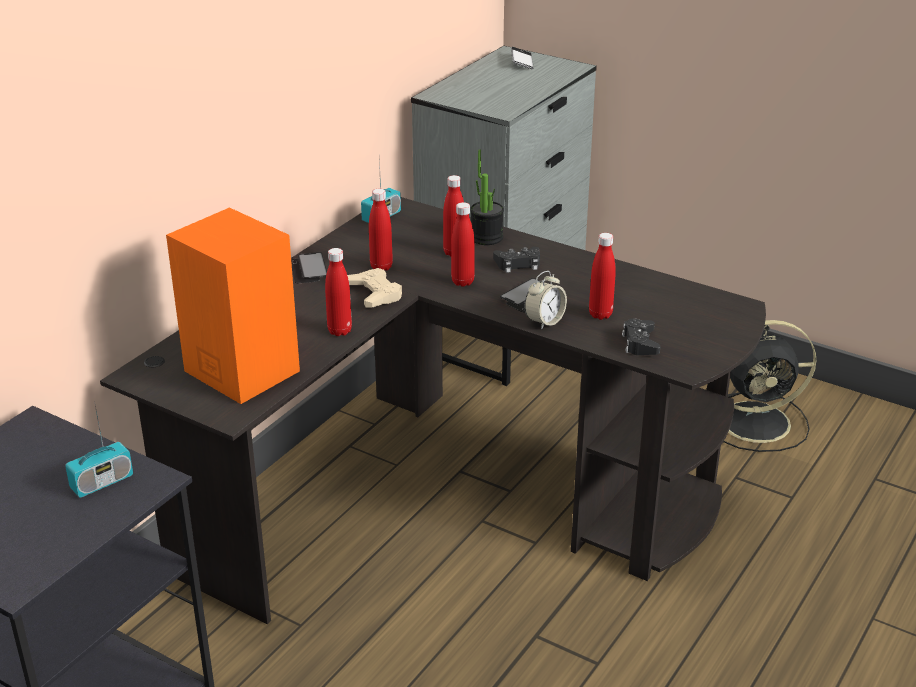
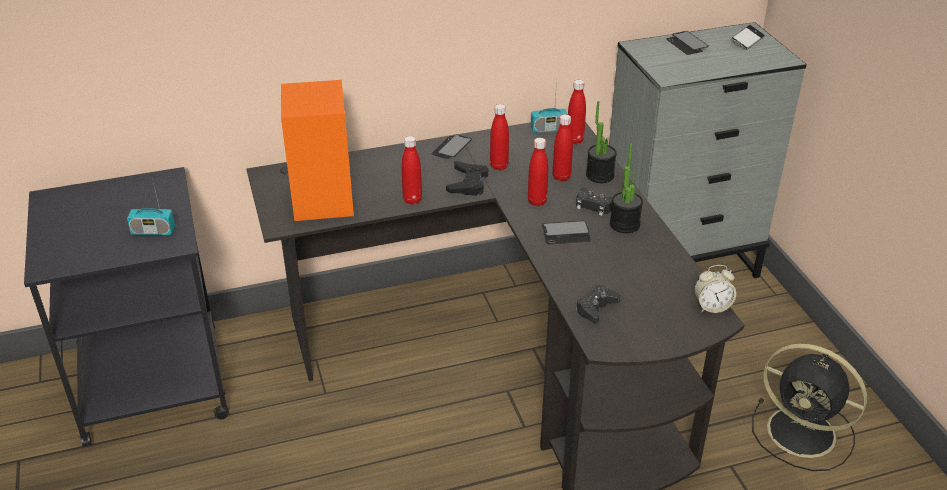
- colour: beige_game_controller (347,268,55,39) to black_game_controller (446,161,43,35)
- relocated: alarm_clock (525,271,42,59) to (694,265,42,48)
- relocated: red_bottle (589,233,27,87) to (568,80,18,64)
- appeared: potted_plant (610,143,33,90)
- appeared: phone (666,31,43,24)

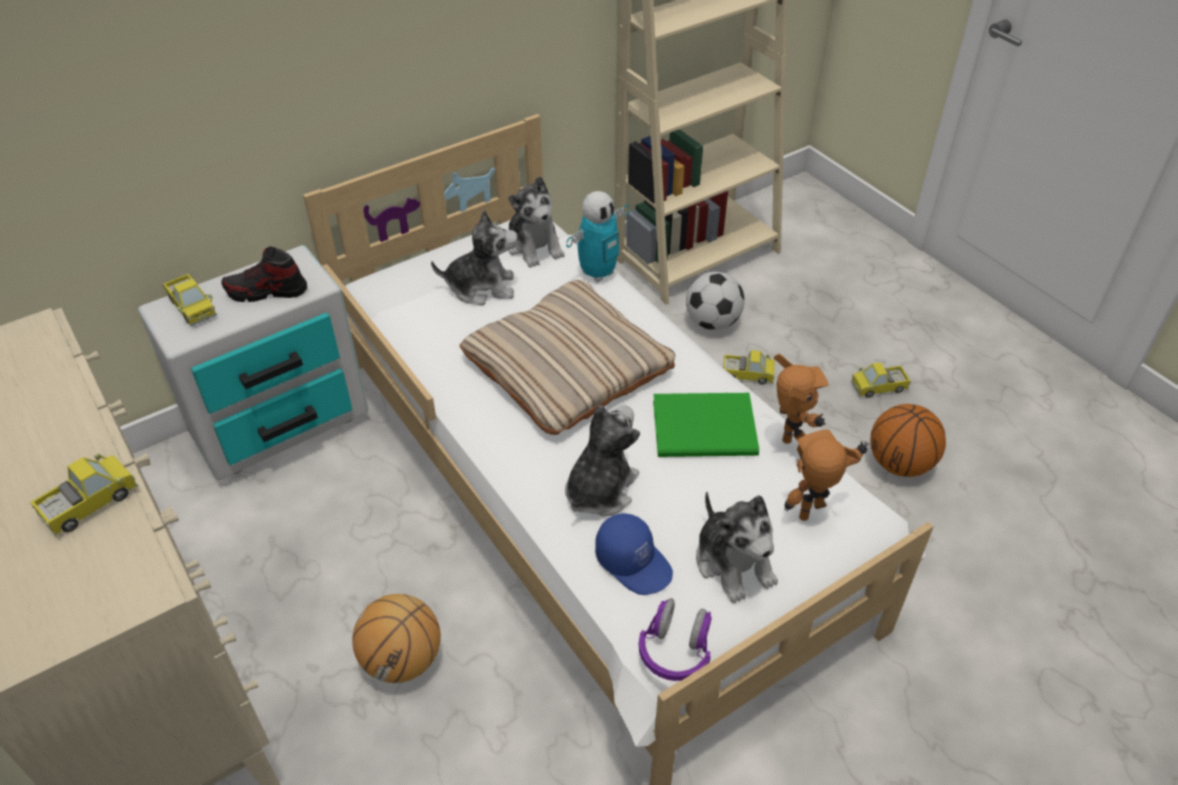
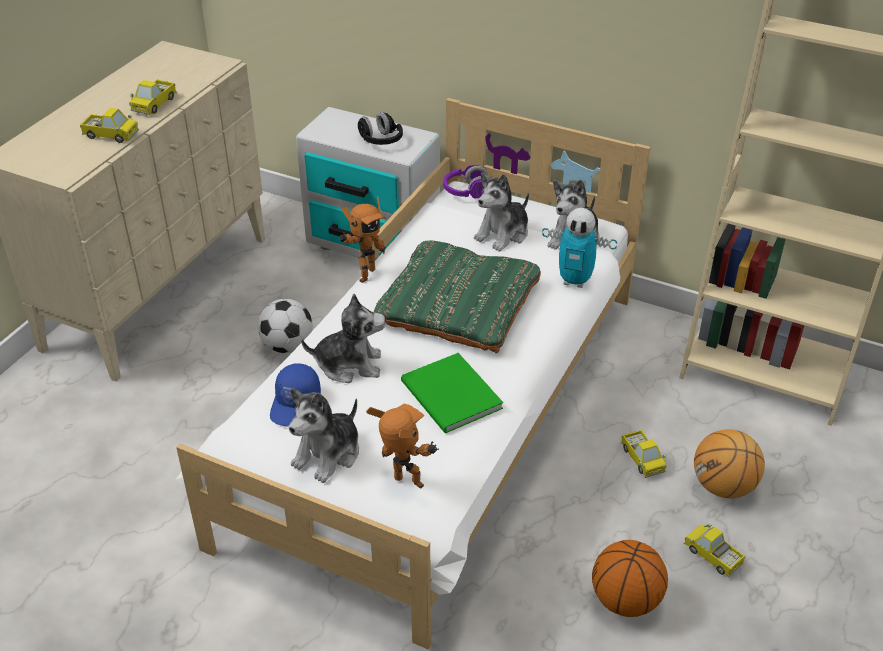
- relocated: toy_truck (163,274,54,52) to (129,80,48,35)
- exchanged: shoe (221,247,86,55) to black_headphones (358,112,45,33)
- relocated: basketball (352,594,89,89) to (694,429,71,70)
- spun: plush_toy (431,210,87,95) = (474,173,55,79) 75 degrees clockwise
- colour: beige_pillow (459,280,216,155) to green_pillow (374,240,167,113)
- relocated: purple_headphones (639,598,73,83) to (443,165,45,33)
- relocated: football (686,272,59,58) to (258,299,55,54)
- relocated: toy_robot (774,354,55,104) to (339,196,48,87)

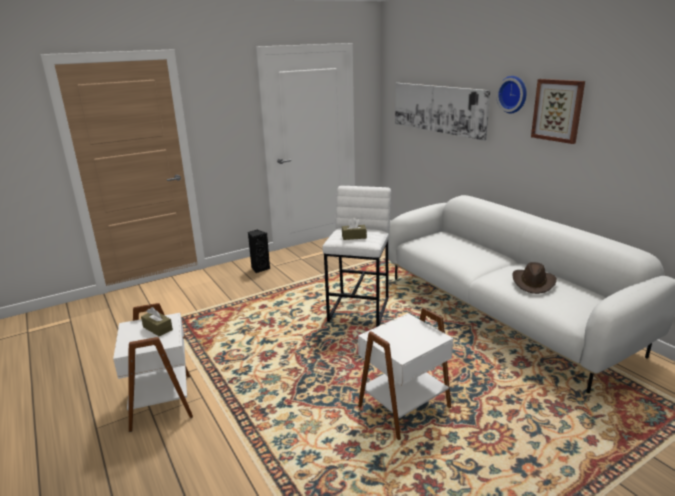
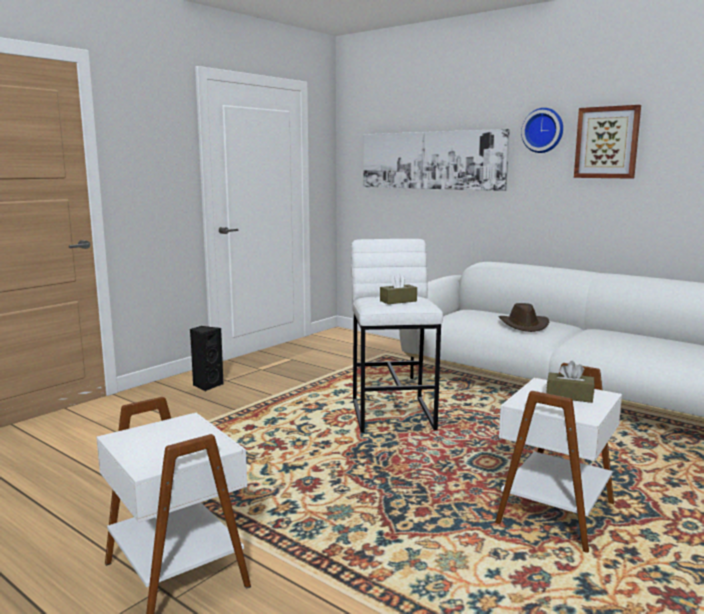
- relocated: brown_tissue_box (141,307,32,30) to (547,361,47,42)
- relocated: brown_hat (512,262,45,32) to (499,303,50,29)

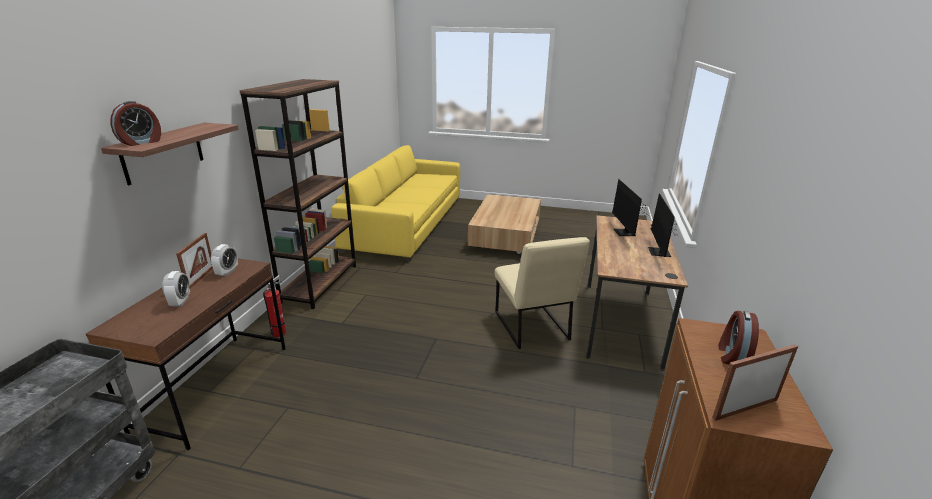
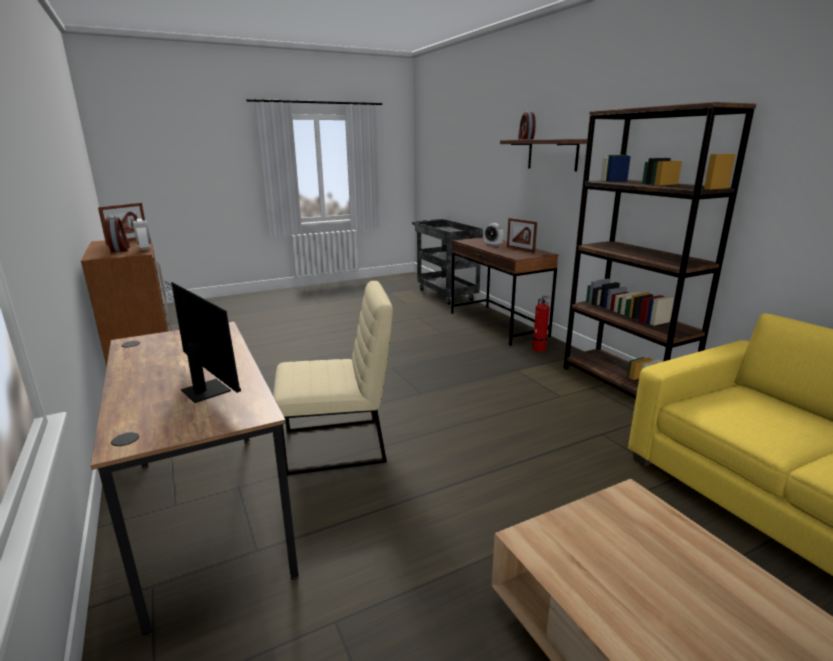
- relocated: alarm_clock (211,244,27,32) to (133,219,18,32)
- spun: beige_chair (494,237,96,112) = (273,281,120,194) 135 degrees clockwise
- missing: monitor (648,193,28,64)

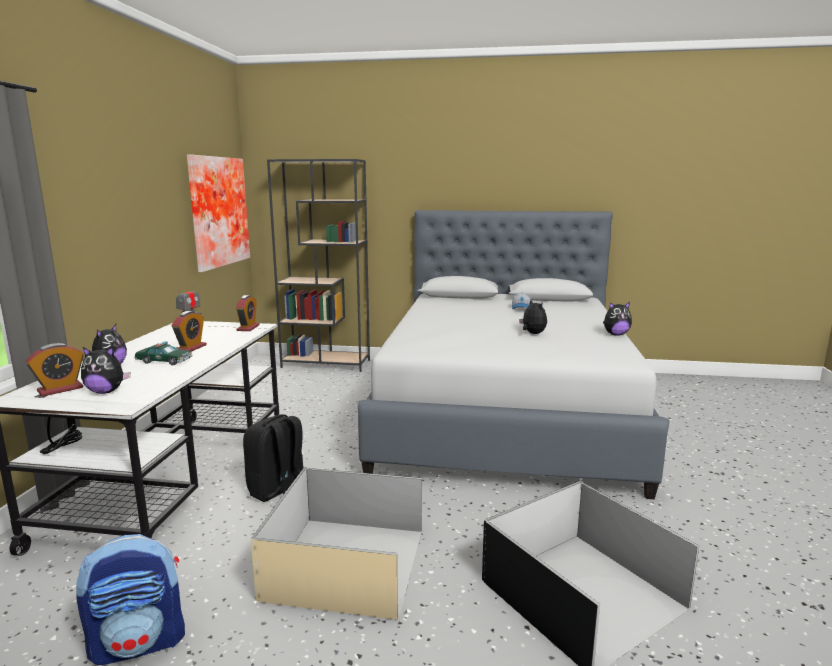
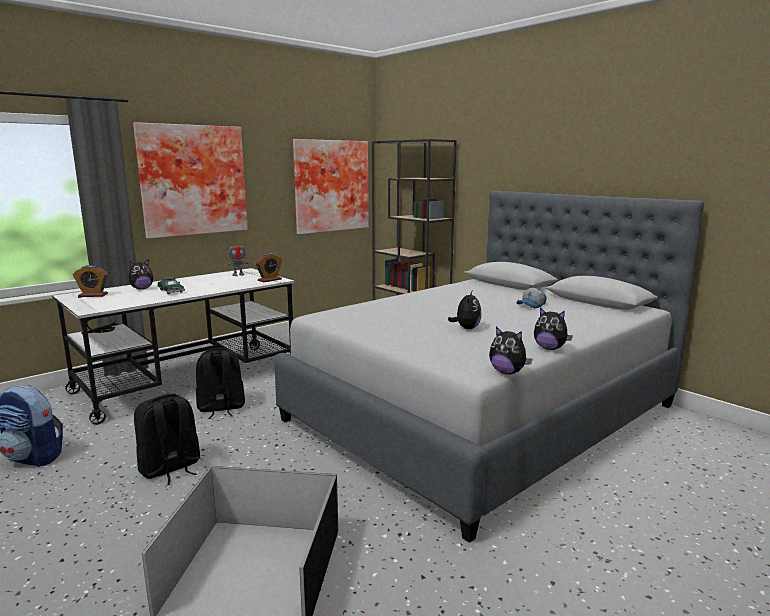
- relocated: plush_toy (81,347,49,47) to (489,326,44,49)
- missing: alarm_clock (172,311,35,41)
- exchanged: beige_storage_box (251,467,171,153) to black_backpack (134,394,67,91)
- appeared: picture (133,122,115,117)

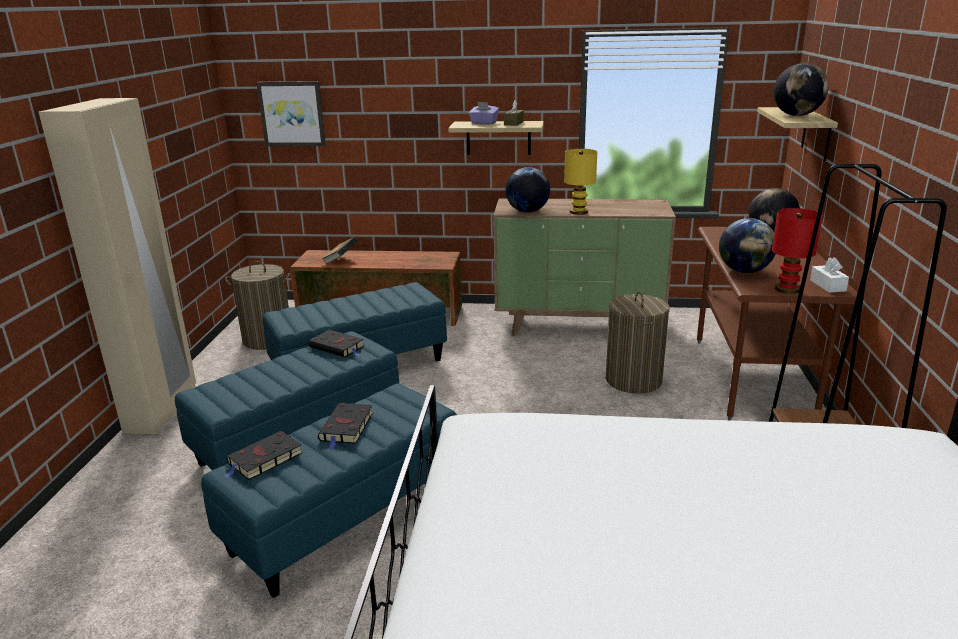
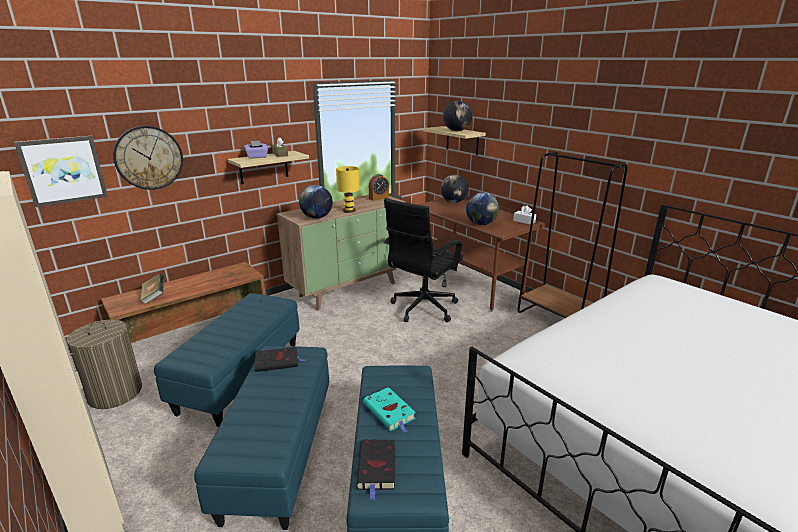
- colour: black_book (318,403,55,47) to turquoise_book (363,387,53,46)
- exchanged: laundry_basket (606,292,64,102) to black_office_chair (383,198,80,124)
- missing: red_table_lamp (772,208,51,86)
- appeared: wall_clock (113,126,70,64)
- appeared: alarm_clock (369,174,20,27)

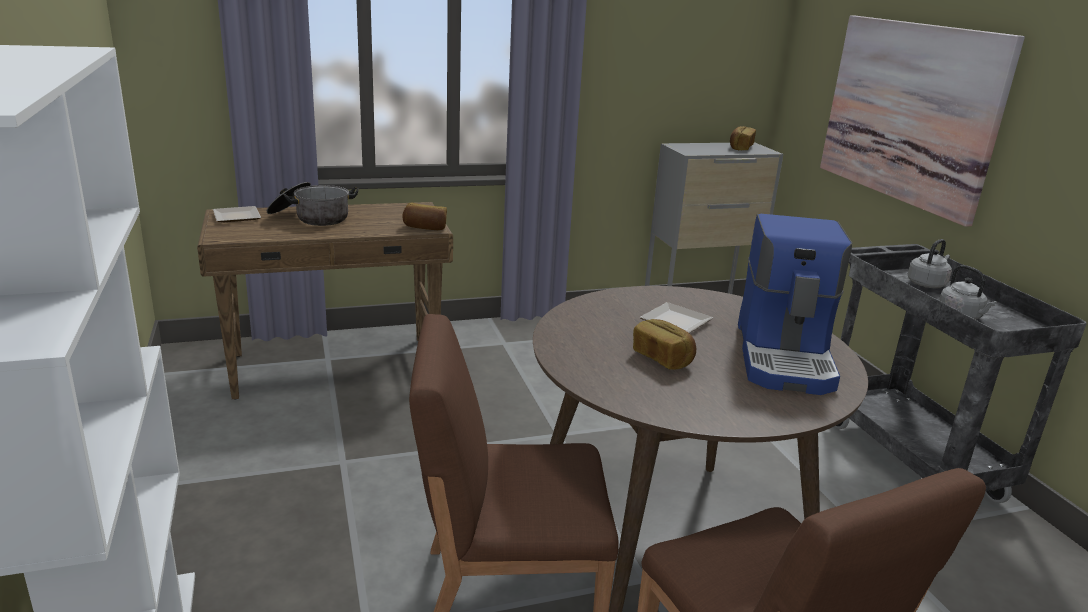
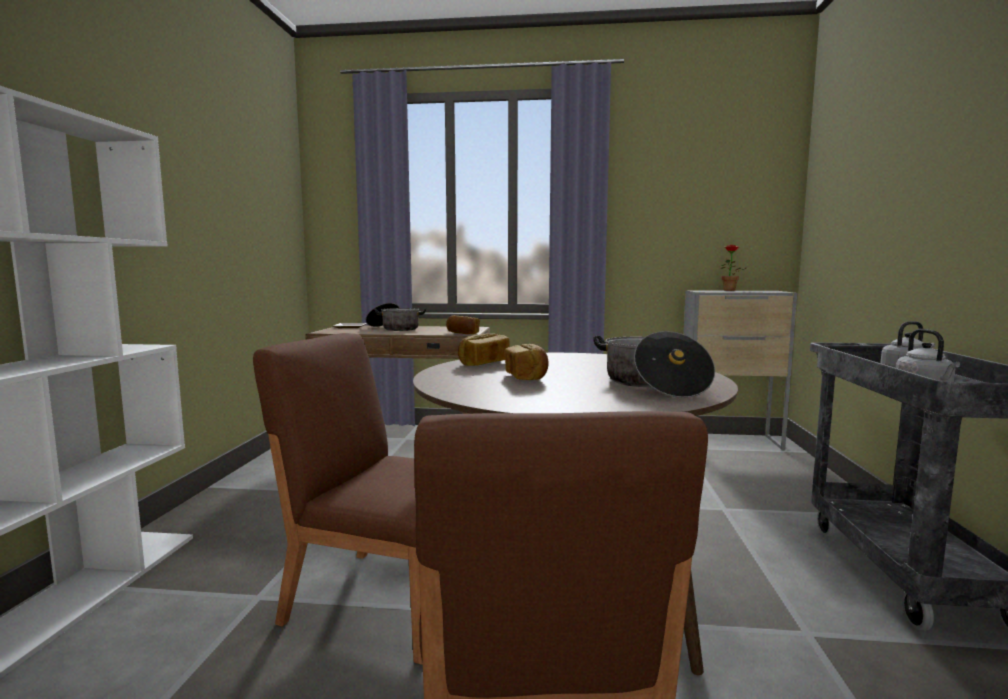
- missing: plate (640,302,73,31)
- relocated: bread (730,126,26,24) to (458,333,51,33)
- exchanged: coffee_machine (738,214,114,181) to cooking_pot (594,331,121,67)
- missing: picture (820,15,205,212)
- appeared: potted_plant (720,245,26,46)

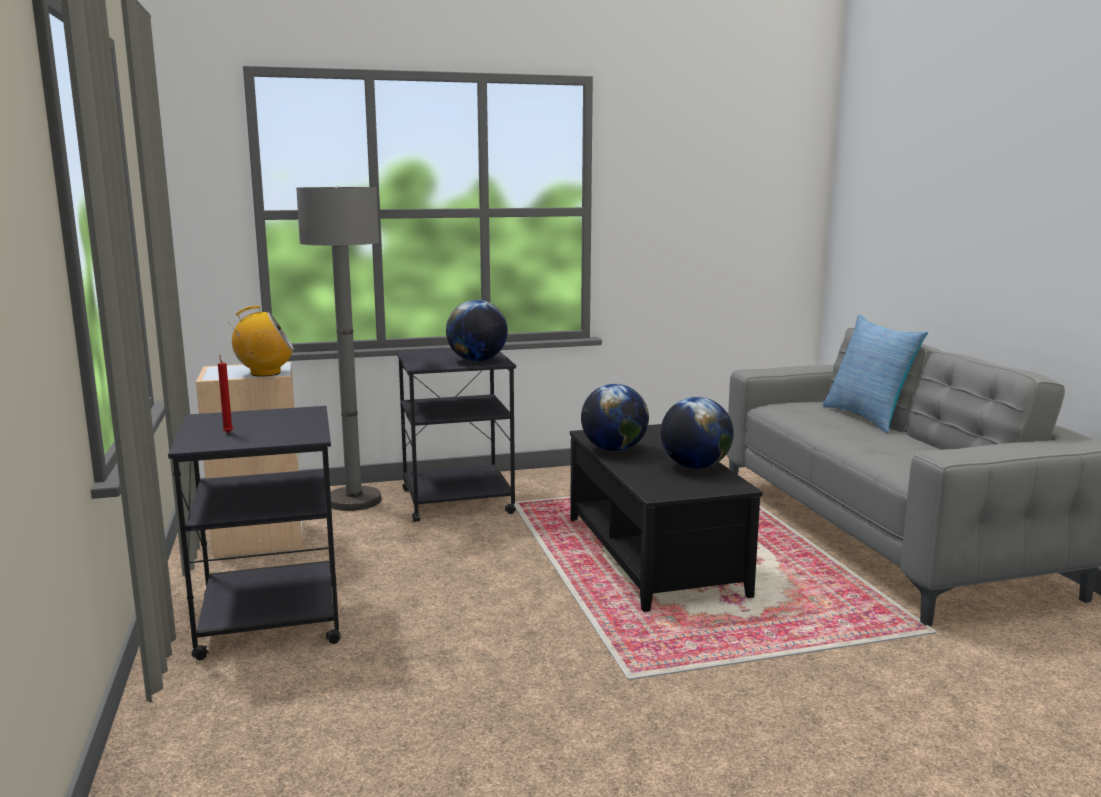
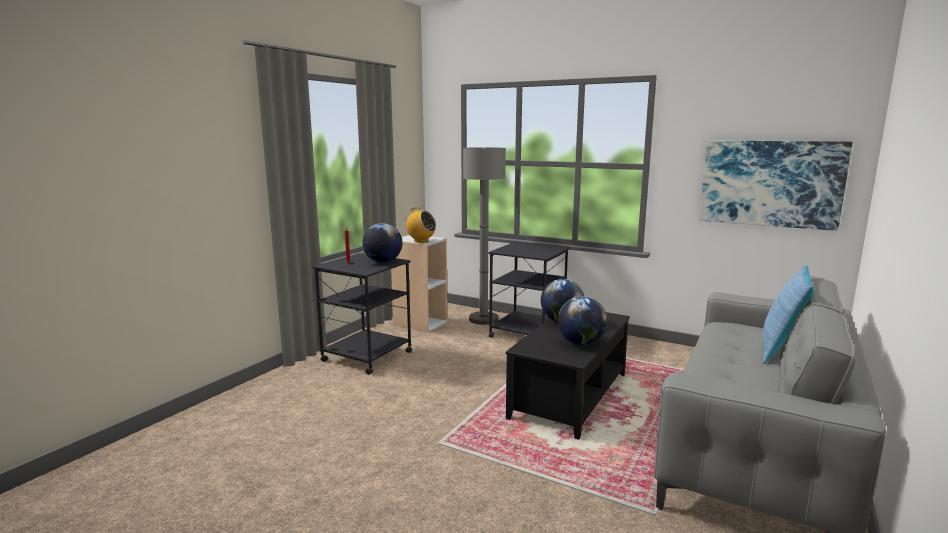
- relocated: globe (446,300,62,62) to (362,223,41,40)
- appeared: picture (699,140,153,91)

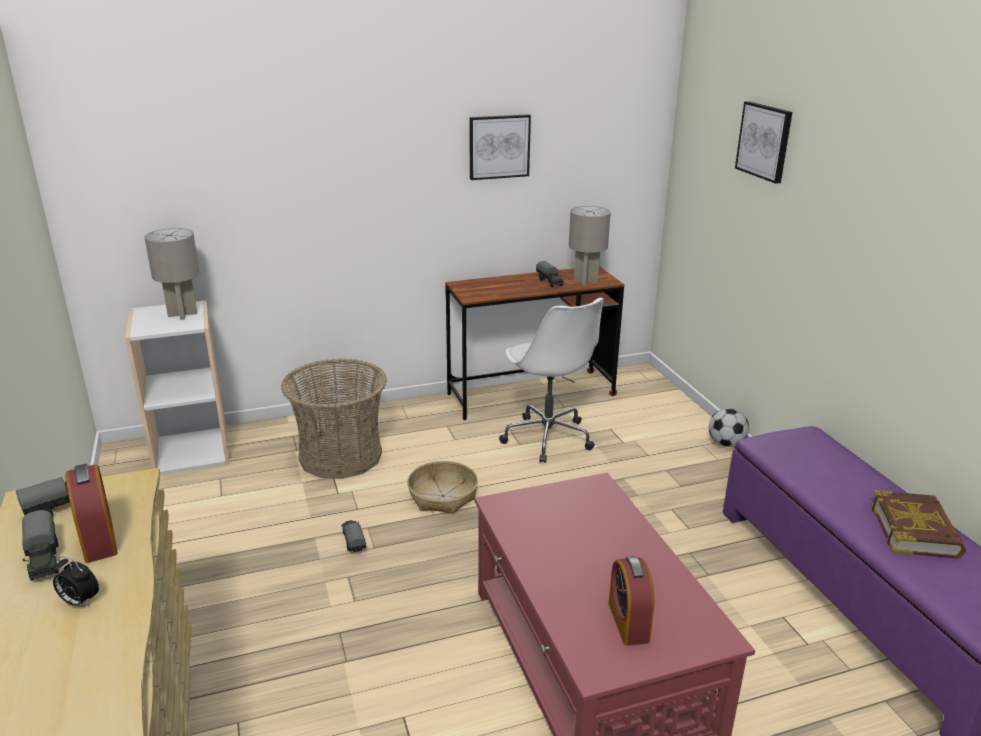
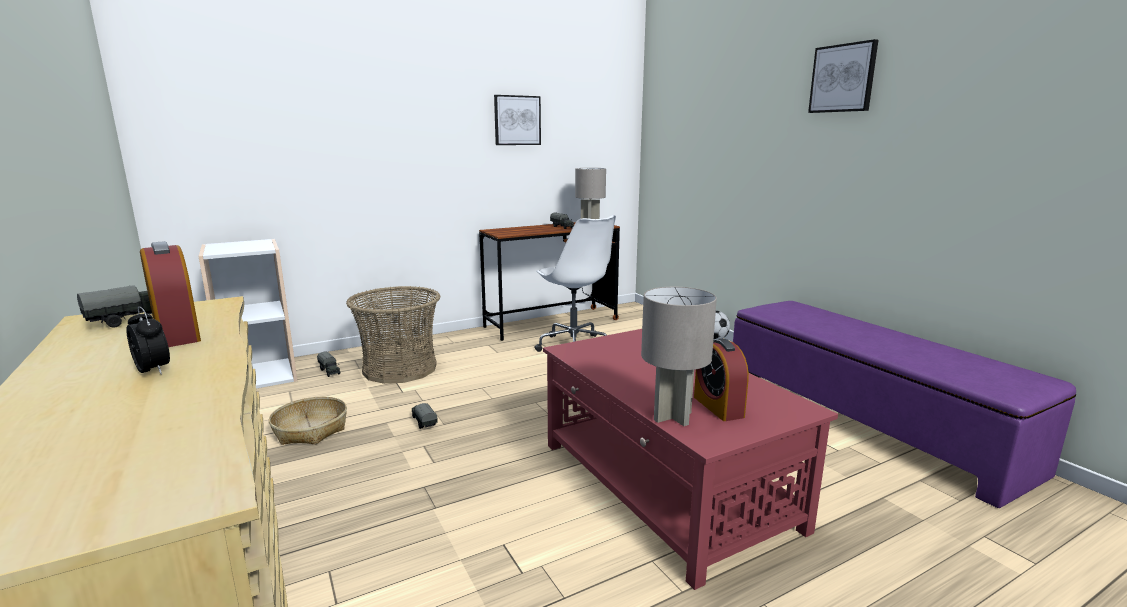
- relocated: toy_truck (22,510,37,70) to (317,351,23,26)
- spun: alarm_clock (51,556,48,51) = (126,306,44,69) 150 degrees counterclockwise
- relocated: grey_table_lamp (145,228,55,92) to (641,287,76,139)
- relocated: basket (407,461,71,53) to (269,397,78,48)
- relocated: picture (735,101,57,83) to (808,39,70,74)
- missing: book (871,490,95,69)

